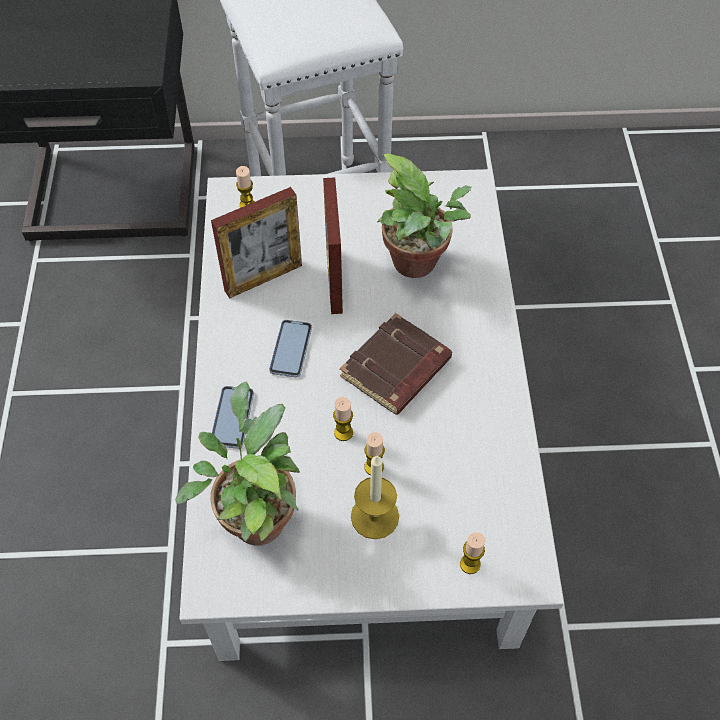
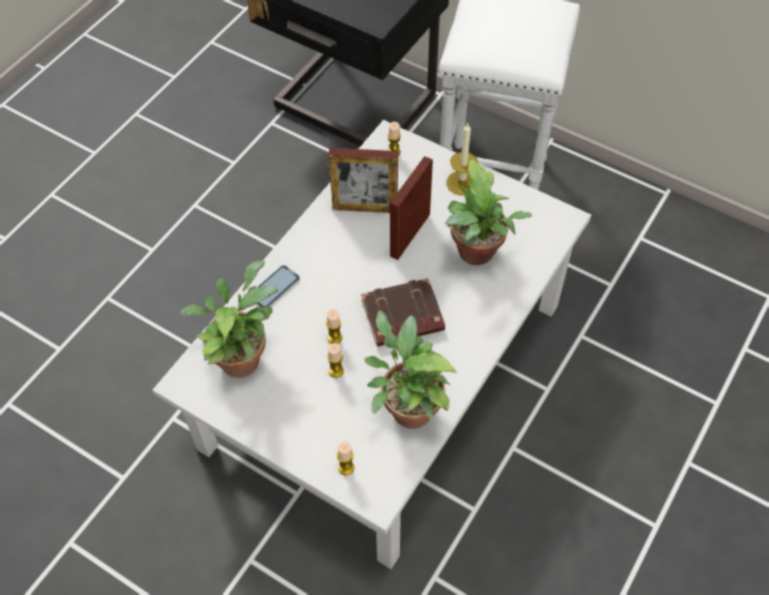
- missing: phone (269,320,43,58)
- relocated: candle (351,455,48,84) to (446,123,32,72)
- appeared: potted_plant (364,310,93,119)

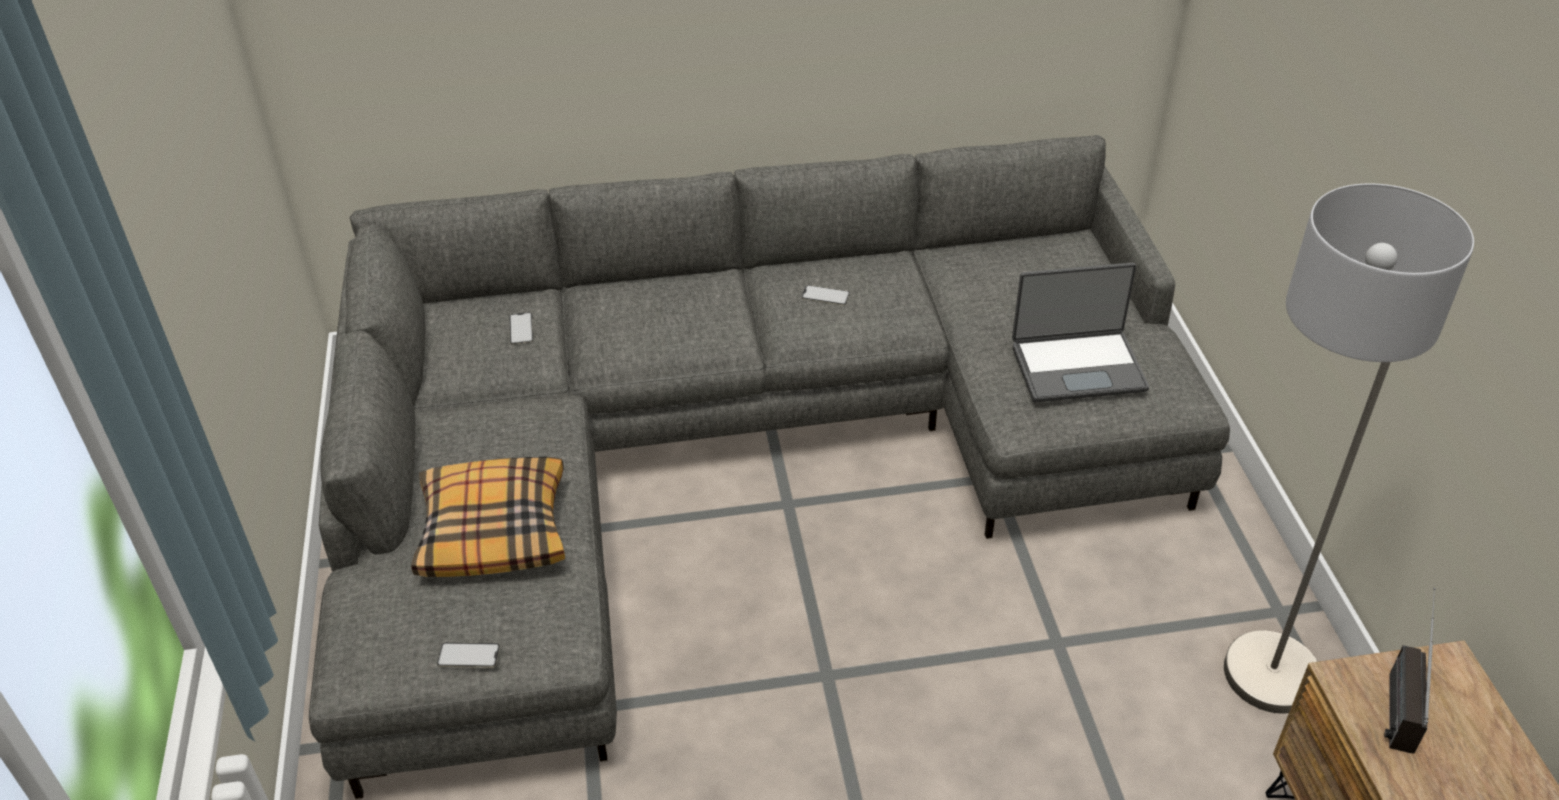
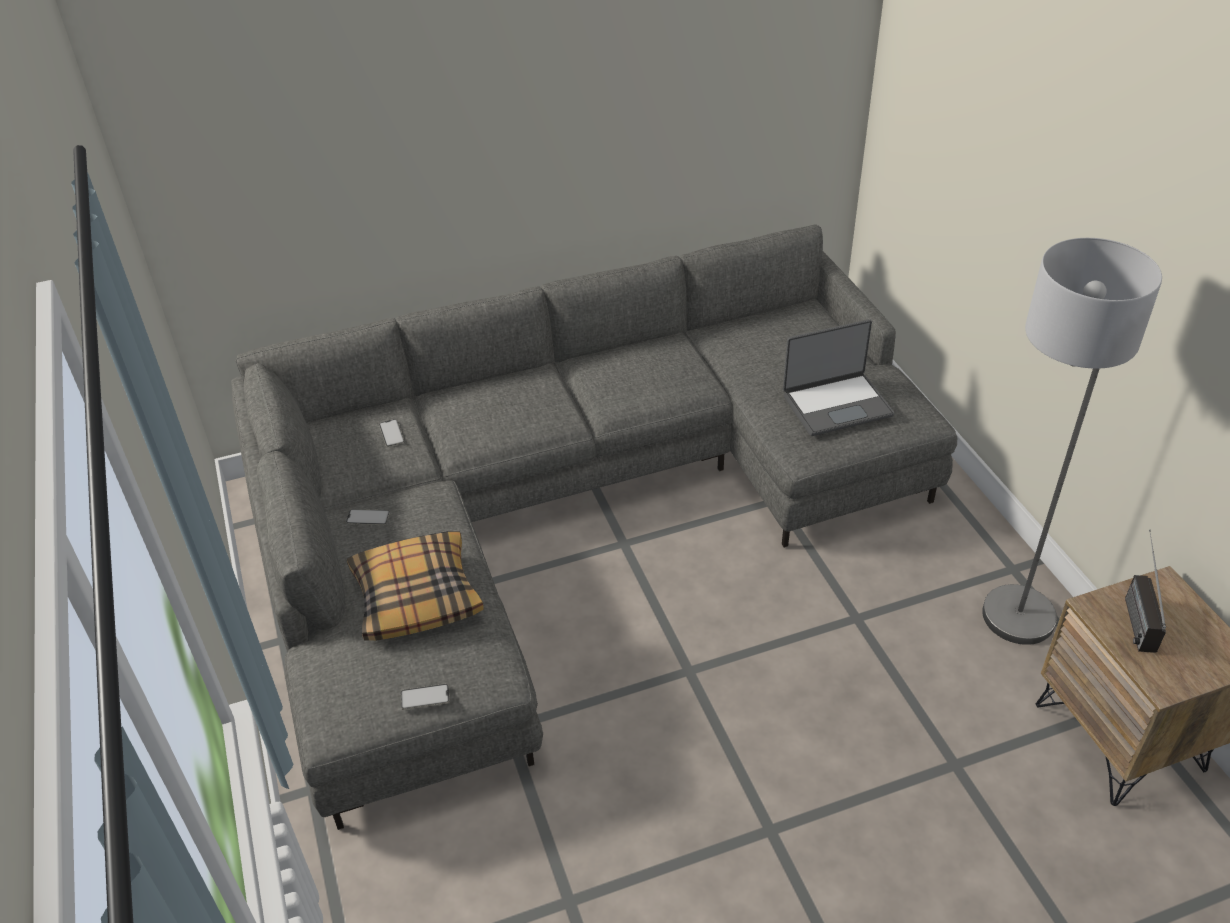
- relocated: phone (801,285,49,20) to (346,509,44,16)

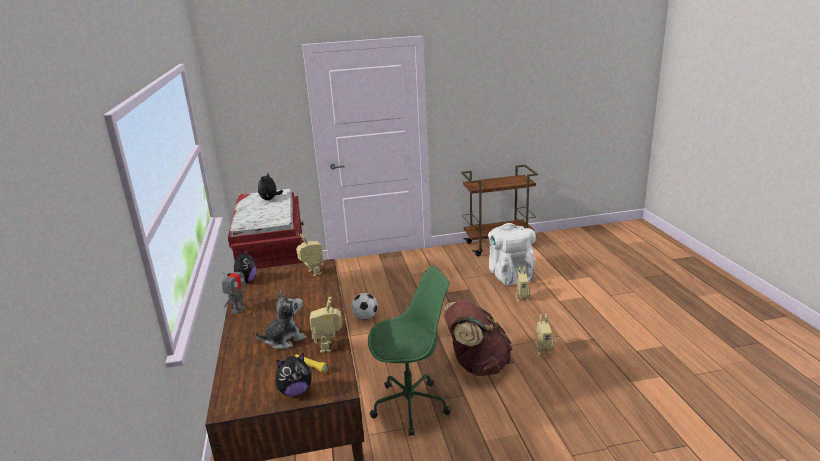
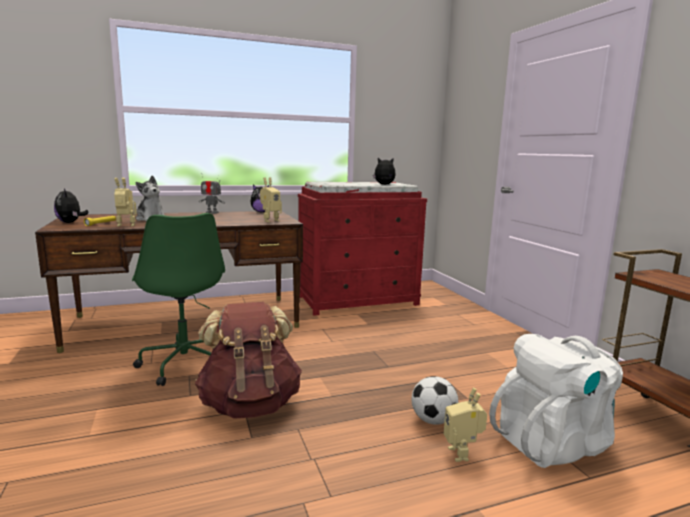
- relocated: football (351,293,27,27) to (412,376,46,49)
- missing: toy_robot (536,314,18,41)

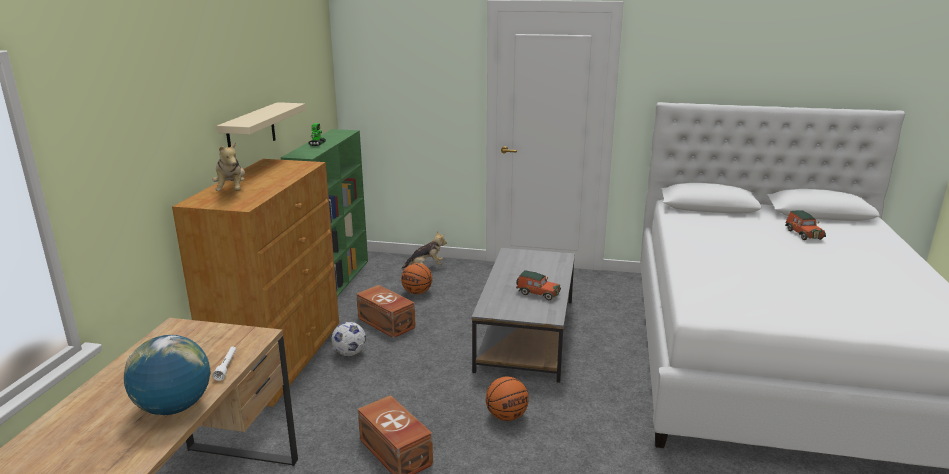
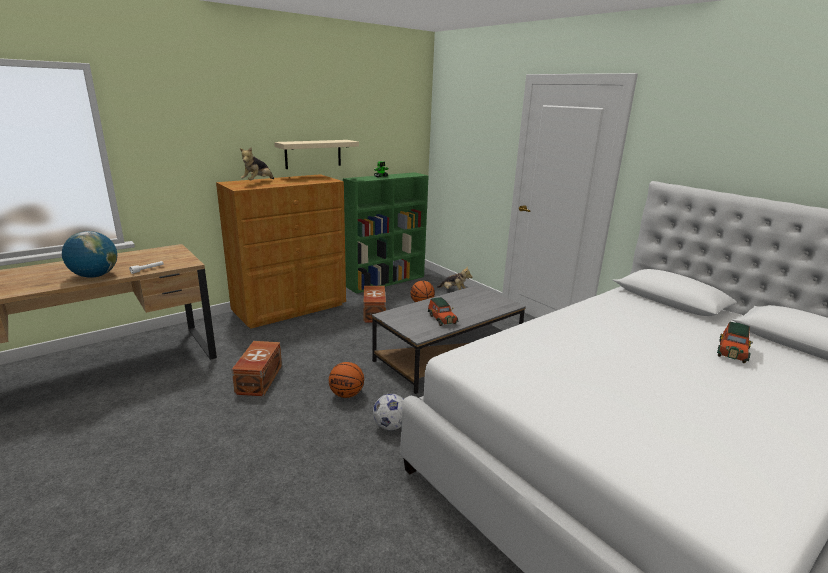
- relocated: football (331,322,35,34) to (373,394,31,36)

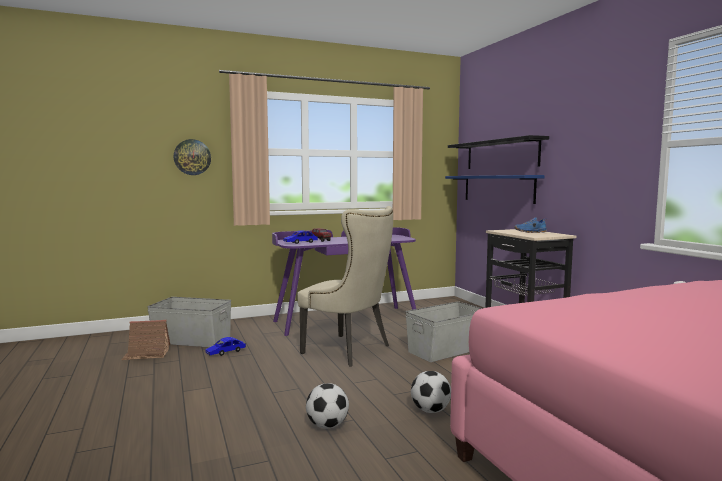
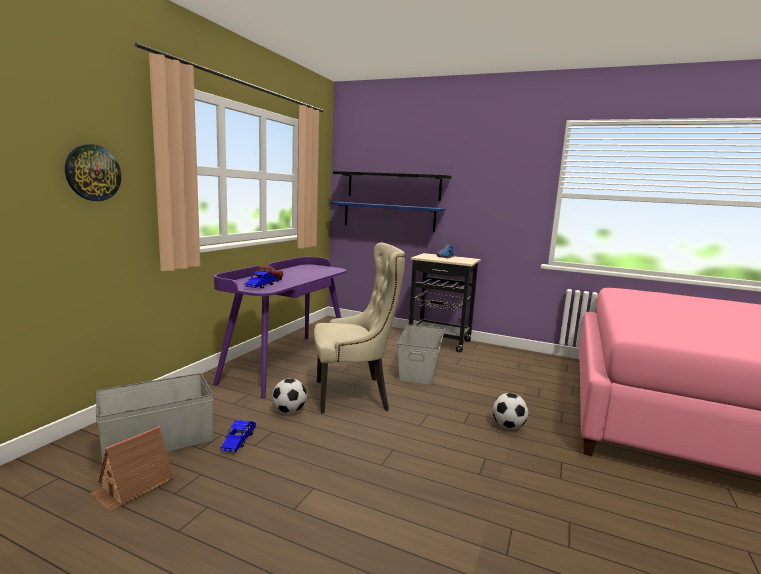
- relocated: football (306,383,43,46) to (272,378,35,36)

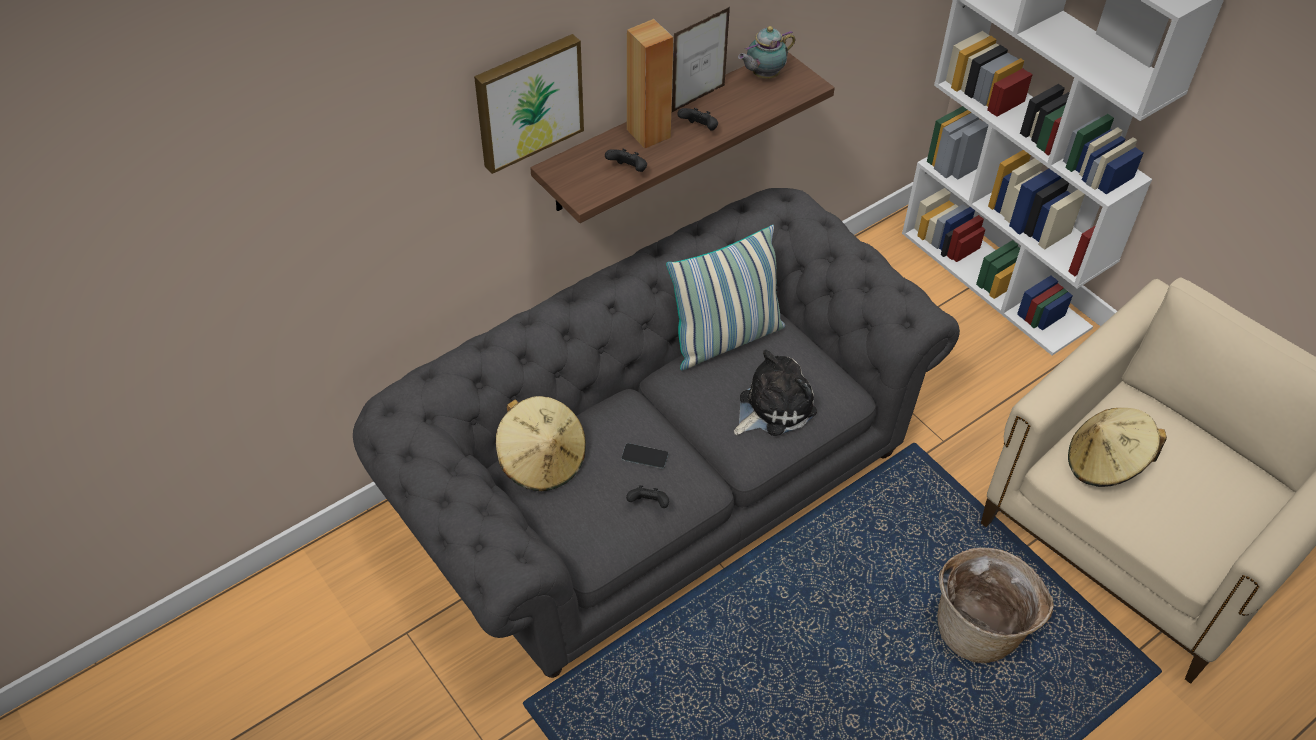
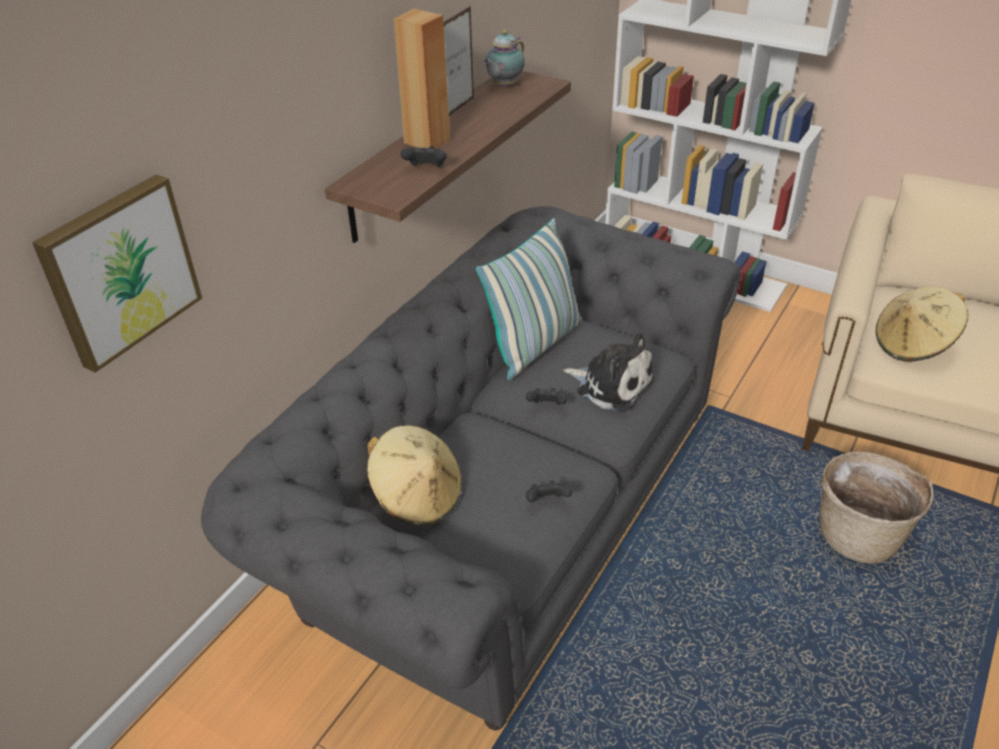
- relocated: picture (474,34,110,140) to (32,174,170,199)
- missing: phone (622,443,46,26)
- relocated: black_game_controller (677,108,41,22) to (526,388,41,17)
- spun: plush_toy (734,350,83,86) = (563,333,91,79) 90 degrees clockwise

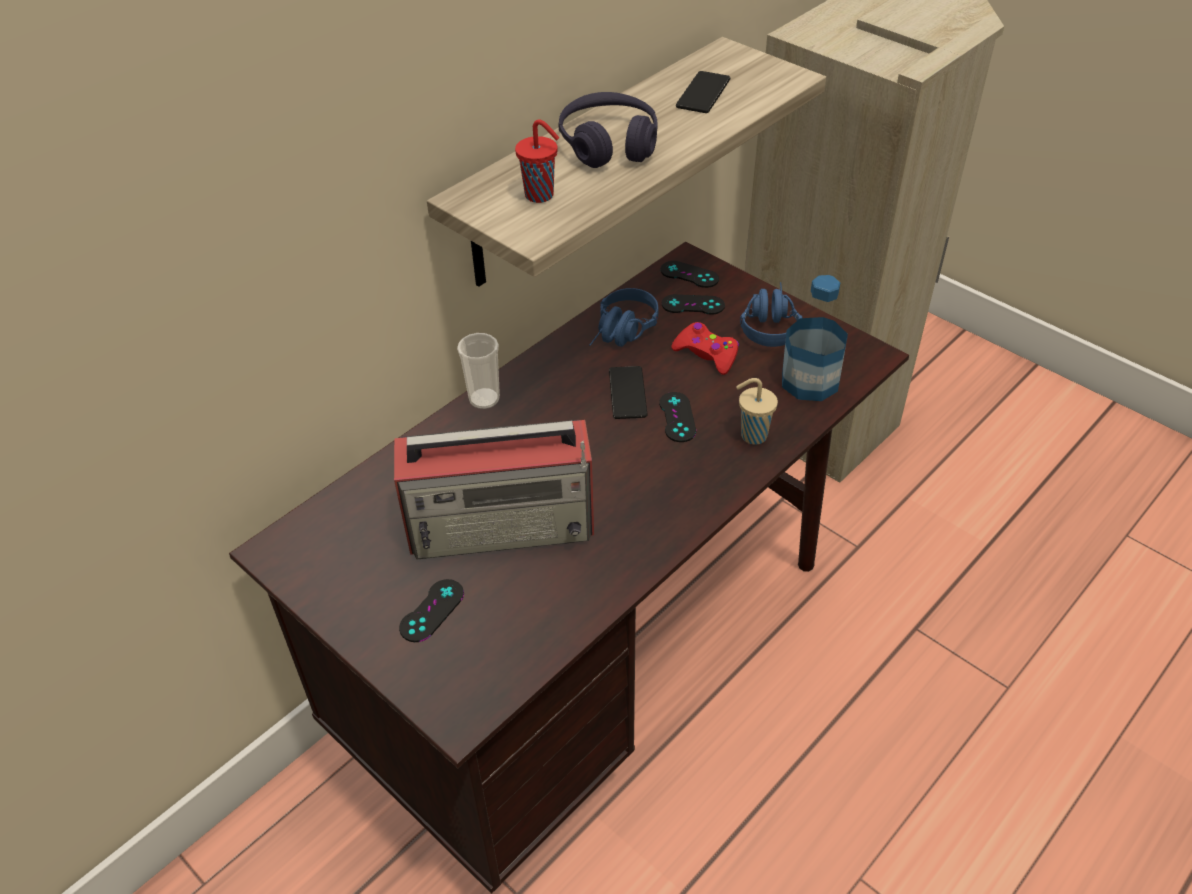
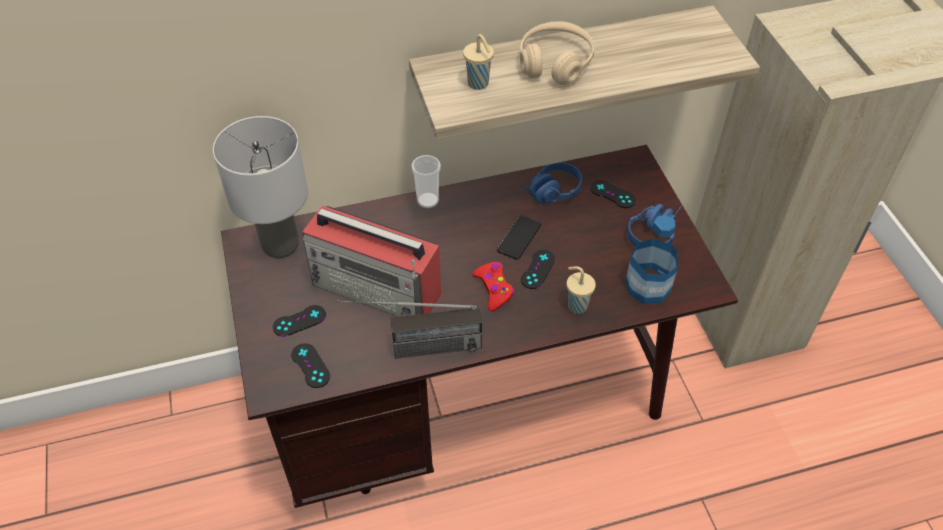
- colour: red_cup (515,119,44,84) to beige_cup (463,34,31,56)
- colour: purple_headphones (559,92,99,76) to beige_headphones (520,21,75,64)
- relocated: black_game_controller (661,261,58,27) to (291,343,39,45)
- relocated: red_game_controller (671,322,68,53) to (472,262,42,50)
- missing: phone (676,71,54,42)
- appeared: white_table_lamp (213,116,95,143)
- appeared: radio (337,300,145,59)

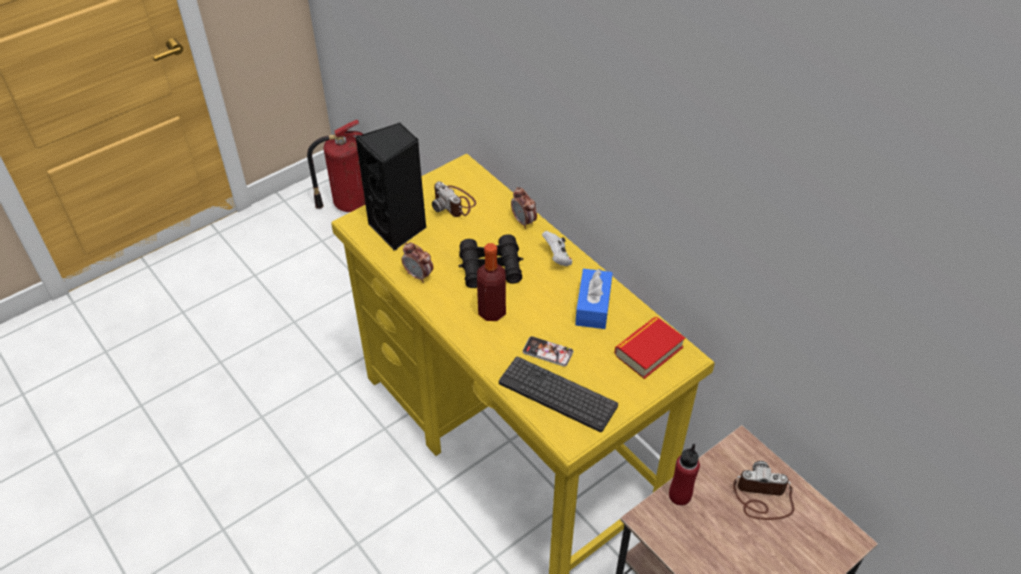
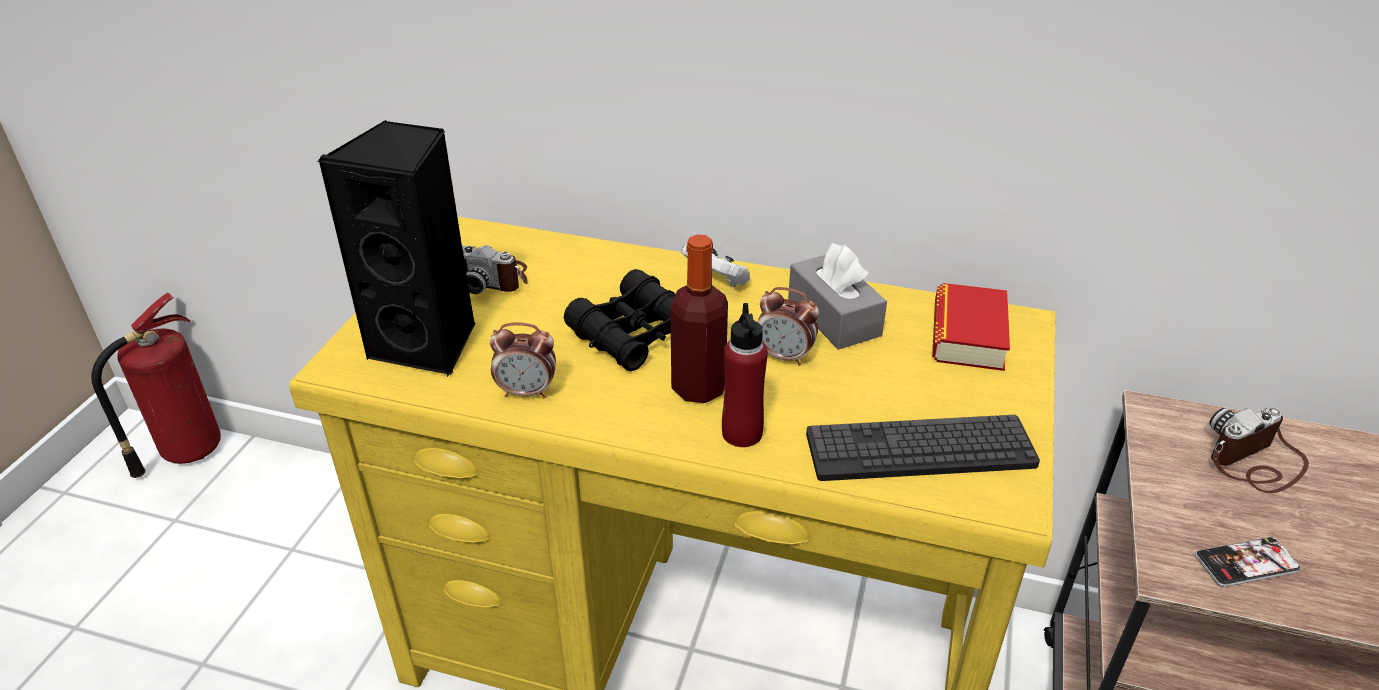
- relocated: alarm_clock (511,187,26,42) to (757,287,62,79)
- relocated: phone (522,336,51,31) to (1195,537,106,50)
- colour: blue_tissue_box (575,269,38,60) to grey_tissue_box (788,243,99,107)
- relocated: red_bottle (669,444,31,61) to (722,303,46,144)

